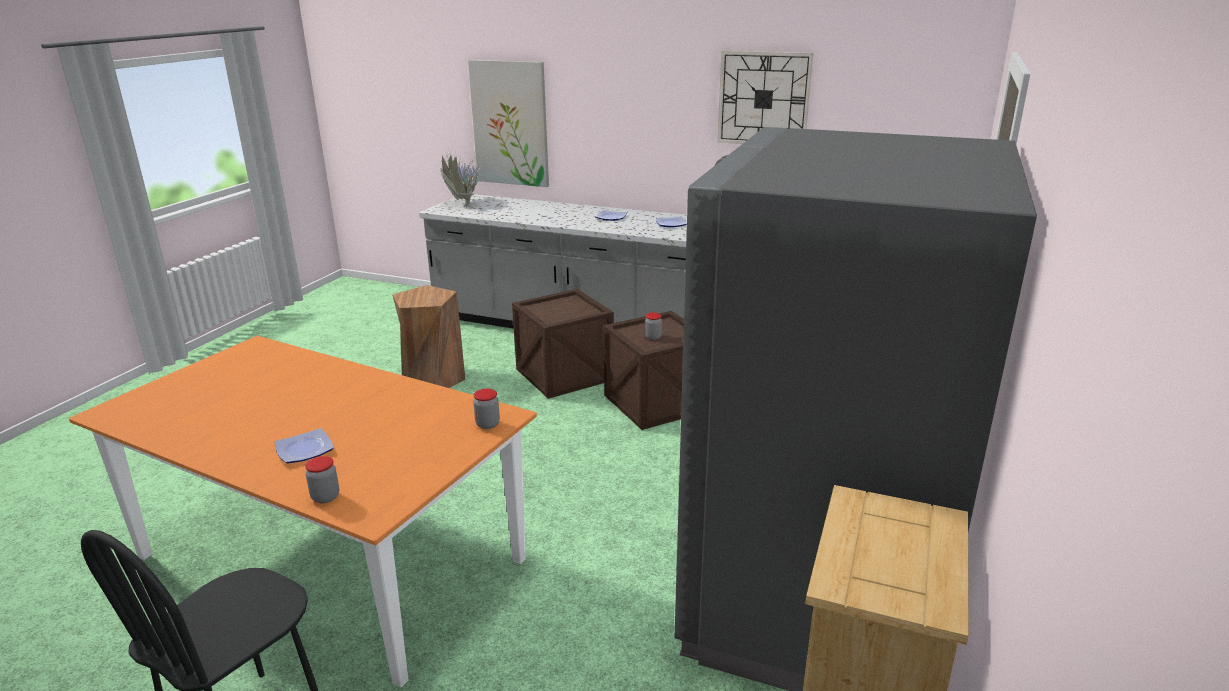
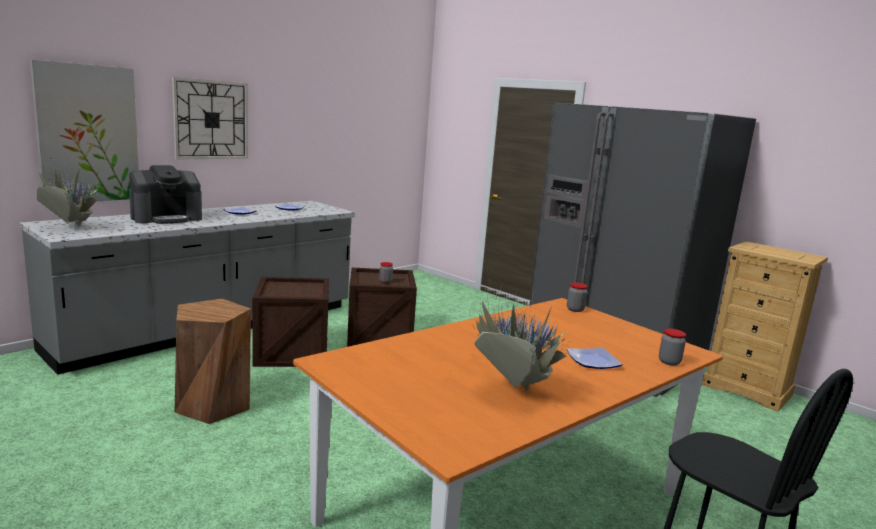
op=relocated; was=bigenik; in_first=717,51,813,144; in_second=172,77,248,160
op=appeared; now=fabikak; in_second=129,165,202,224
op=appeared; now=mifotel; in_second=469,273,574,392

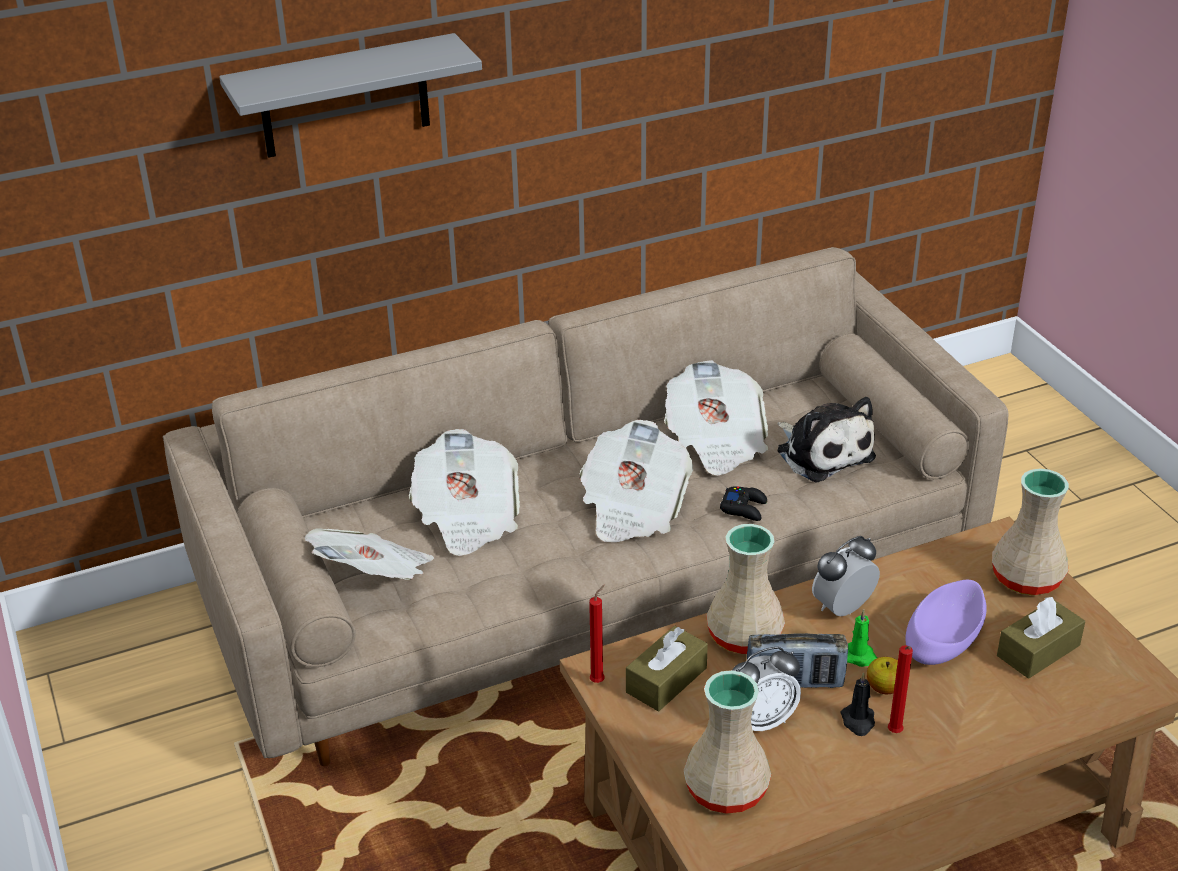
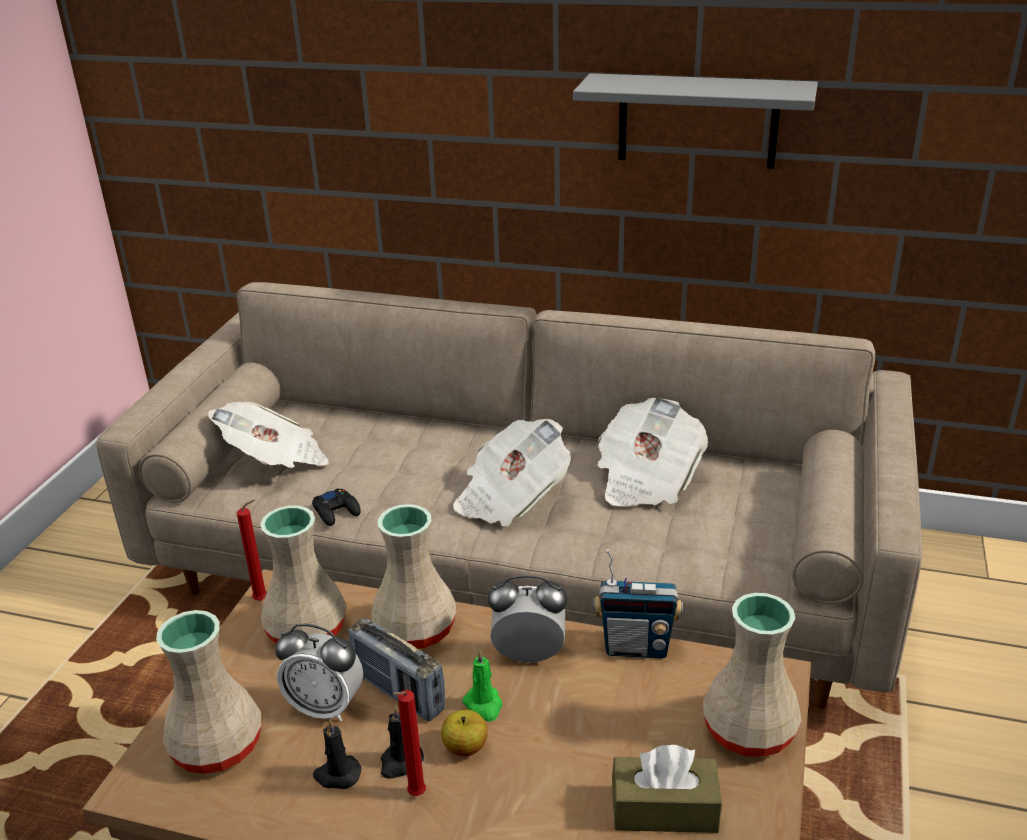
op=relocated; was=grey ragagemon; in_first=219,33,482,158; in_second=573,73,818,169
op=missing; was=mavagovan; in_first=409,429,520,556
op=exchanged; was=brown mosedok; now=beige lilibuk; in_first=626,626,708,711; in_second=260,506,347,644
op=relocated; was=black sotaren; in_first=720,486,767,521; in_second=312,488,361,526
op=missing; was=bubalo; in_first=777,397,876,483
op=missing; was=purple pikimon; in_first=905,580,987,665
op=appeared; now=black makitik; in_second=313,718,362,789
op=appeared; now=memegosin; in_second=593,549,683,658

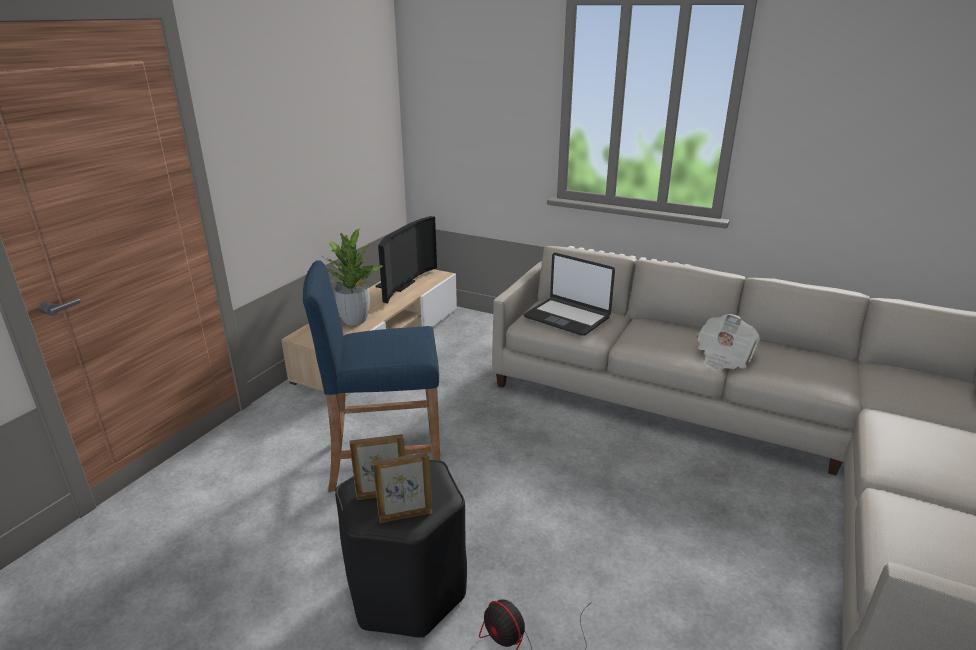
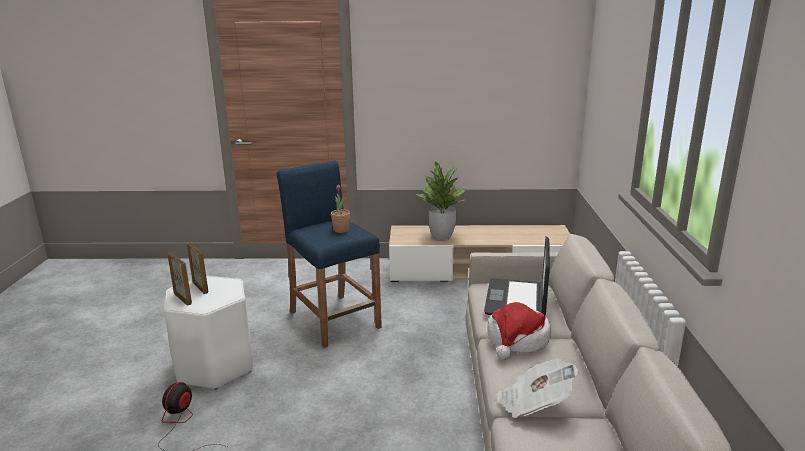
op=colour; was=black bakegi; now=white bakegi; in_first=335,460,467,638; in_second=164,276,253,390
op=missing; was=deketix; in_first=376,216,437,303
op=appeared; now=mifotel; in_second=331,184,350,233
op=appeared; now=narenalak; in_second=487,302,551,360

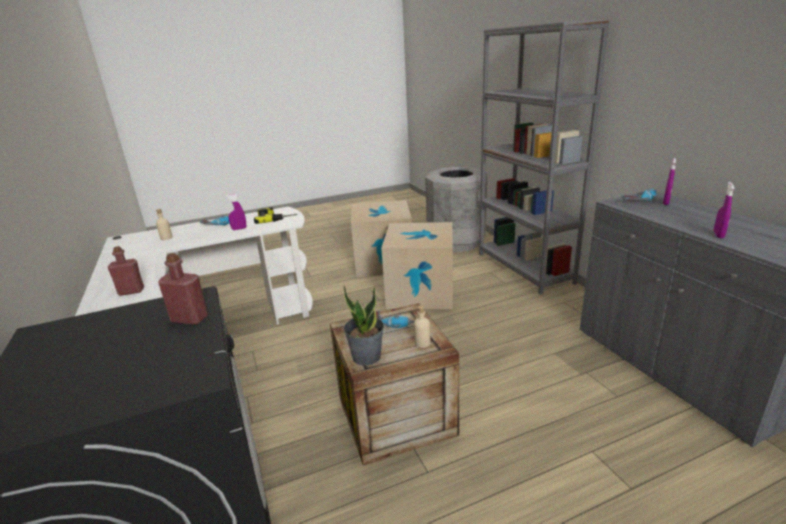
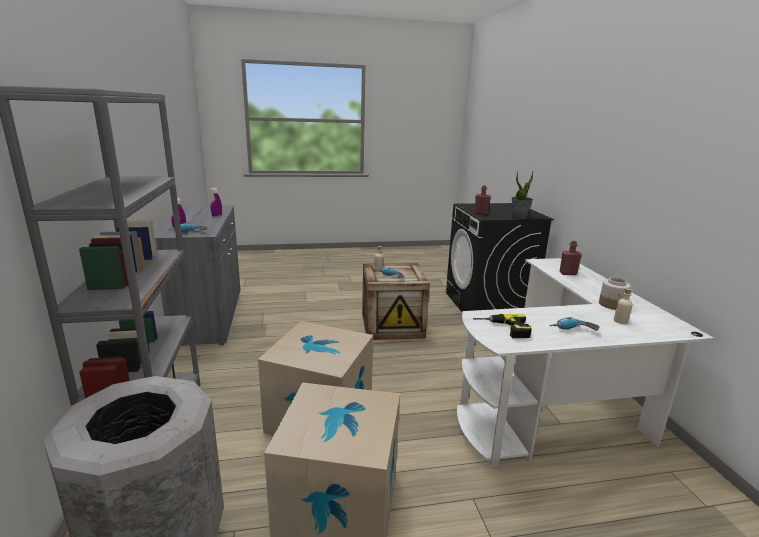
op=missing; was=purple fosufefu; in_first=226,194,246,230
op=relocated; was=mifotel; in_first=343,286,384,366; in_second=512,171,533,219
op=appeared; now=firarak; in_second=599,277,631,310

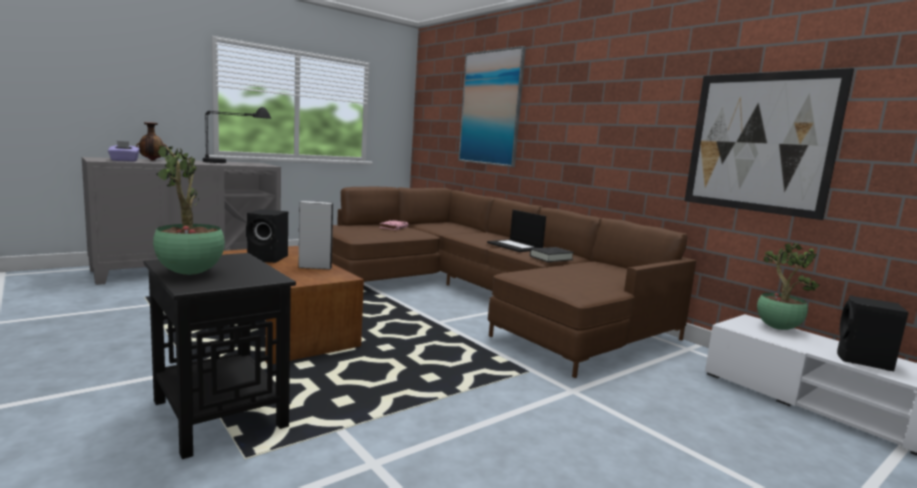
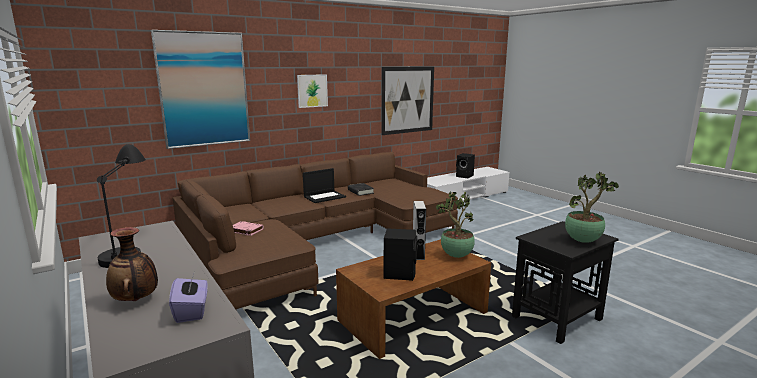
op=relocated; was=mifotel; in_first=757,243,820,330; in_second=436,191,475,258
op=appeared; now=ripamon; in_second=297,74,328,108

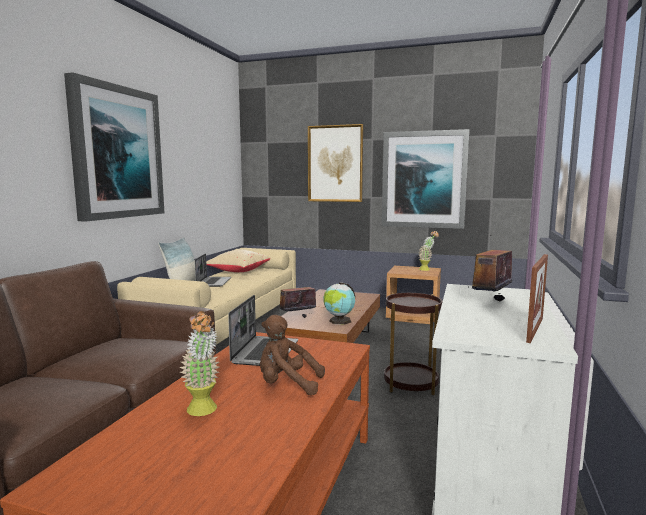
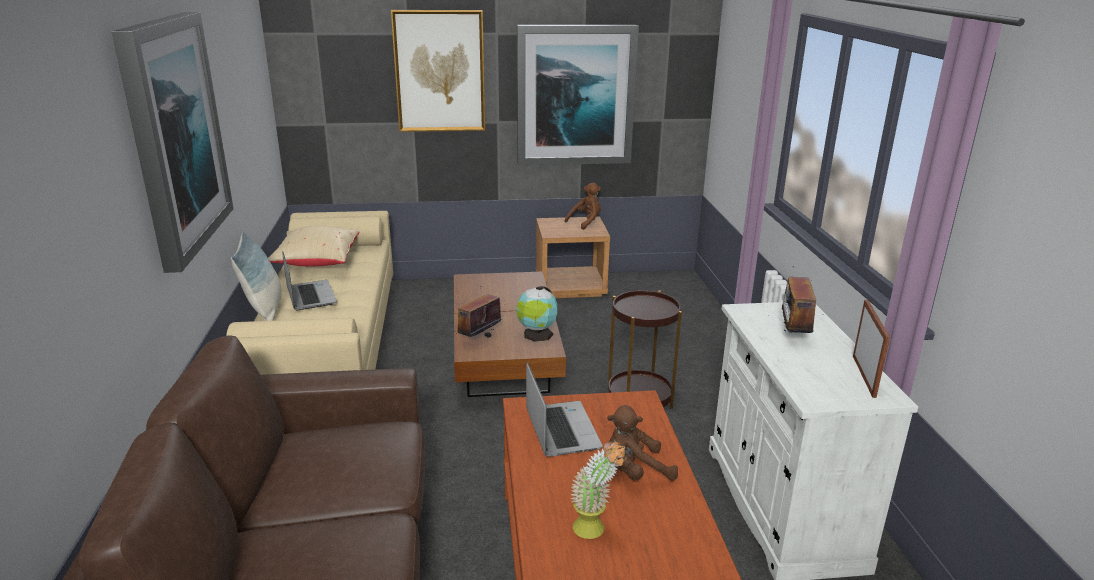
op=exchanged; was=mifotel; now=brown bubalo; in_first=419,231,439,271; in_second=565,183,601,230

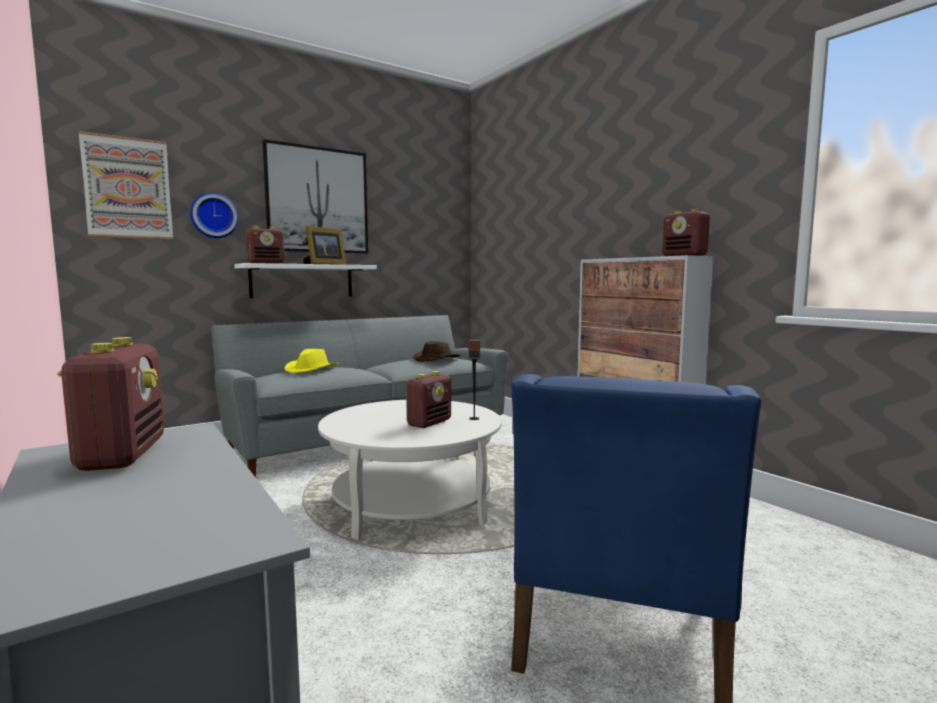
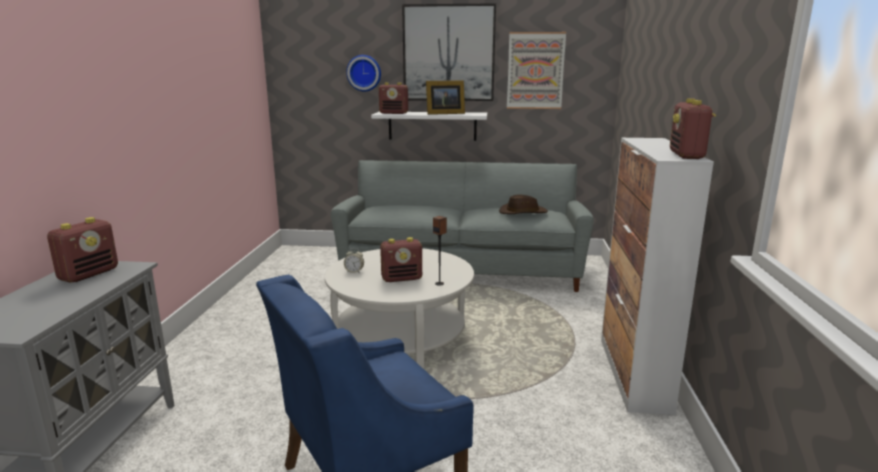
op=relocated; was=ripamon; in_first=79,131,173,239; in_second=507,32,566,109
op=missing; was=yellow narenalak; in_first=285,349,339,373
op=appeared; now=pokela; in_second=344,248,364,273

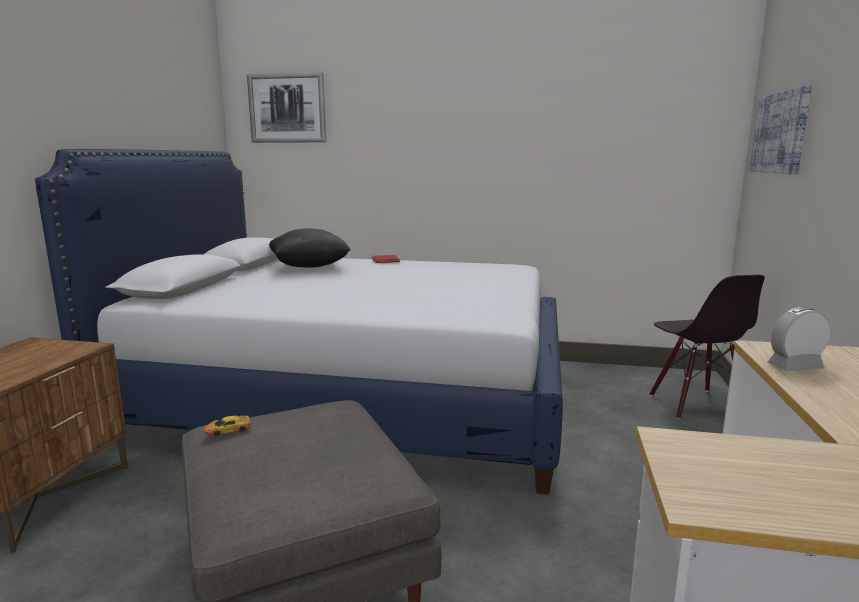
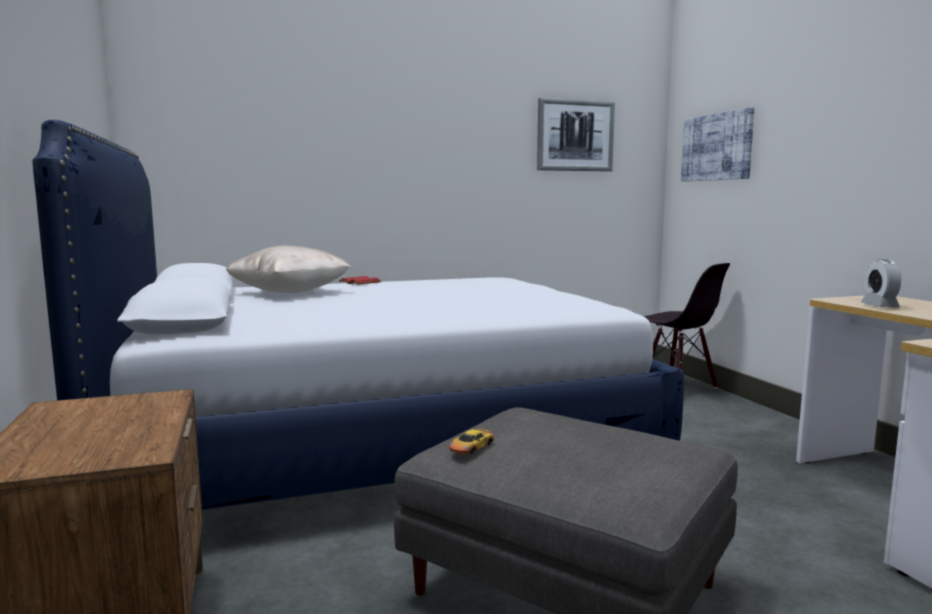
op=relocated; was=ripamon; in_first=247,72,326,143; in_second=537,98,615,172
op=colour; was=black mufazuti; now=beige mufazuti; in_first=269,228,351,268; in_second=226,246,351,293
op=spun; was=pokela; in_first=767,307,830,371; in_second=861,259,901,307; clockwise=-45

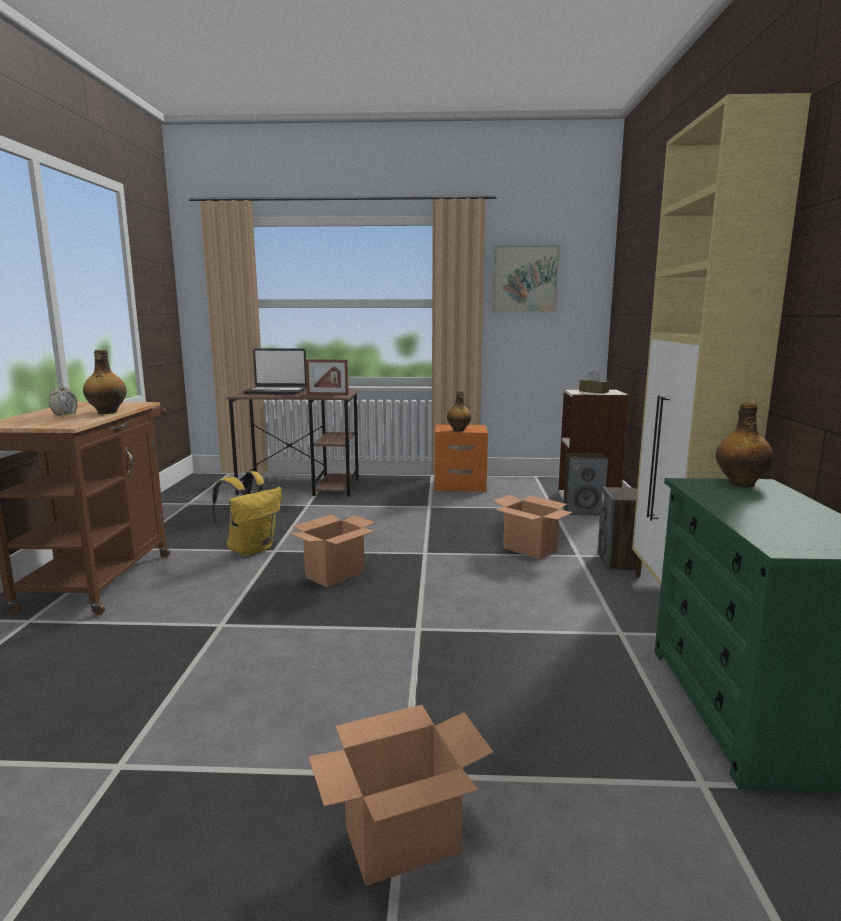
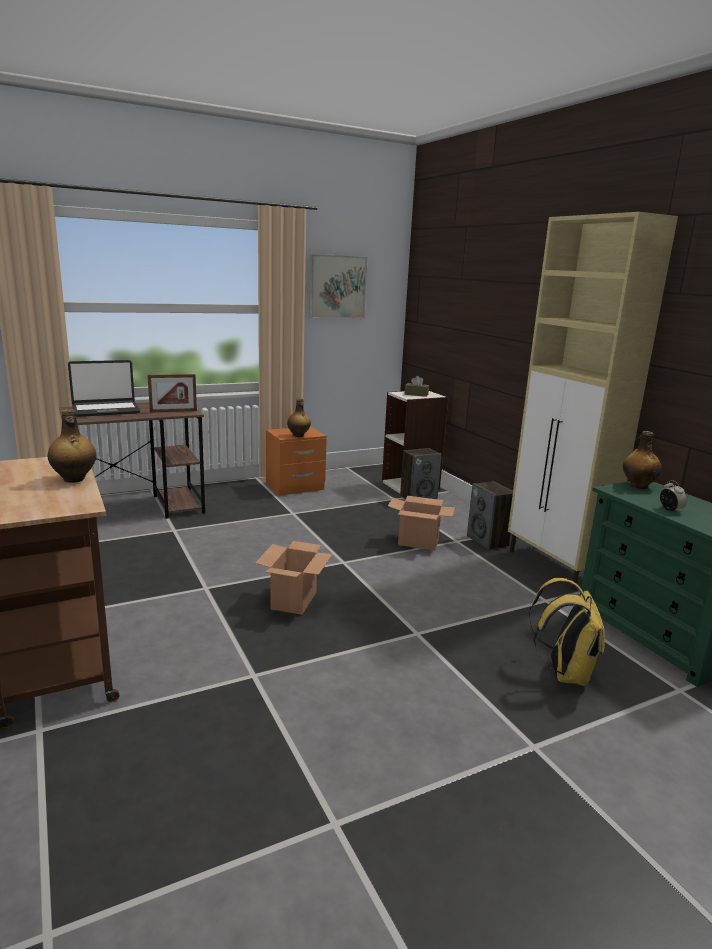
op=relocated; was=pokela; in_first=49,383,77,416; in_second=660,480,687,512
op=relocated; was=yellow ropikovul; in_first=212,471,282,556; in_second=529,578,605,686
op=missing; was=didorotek; in_first=309,705,494,886

